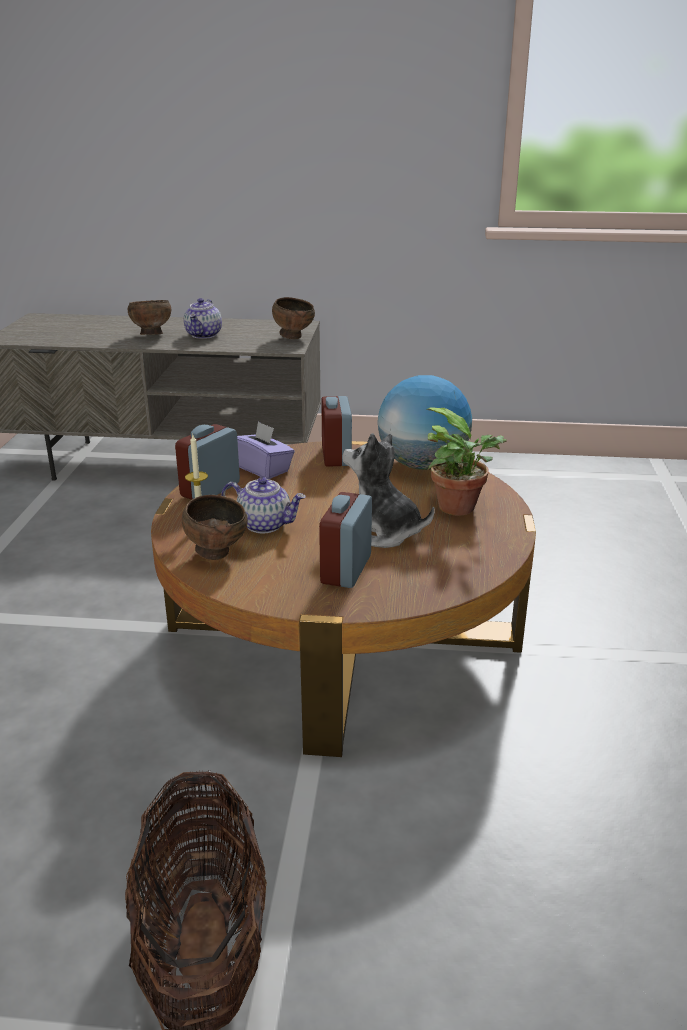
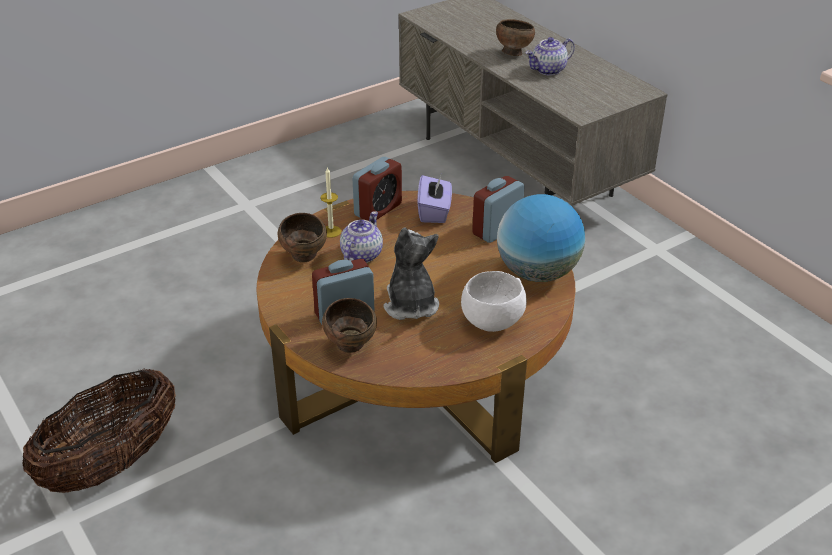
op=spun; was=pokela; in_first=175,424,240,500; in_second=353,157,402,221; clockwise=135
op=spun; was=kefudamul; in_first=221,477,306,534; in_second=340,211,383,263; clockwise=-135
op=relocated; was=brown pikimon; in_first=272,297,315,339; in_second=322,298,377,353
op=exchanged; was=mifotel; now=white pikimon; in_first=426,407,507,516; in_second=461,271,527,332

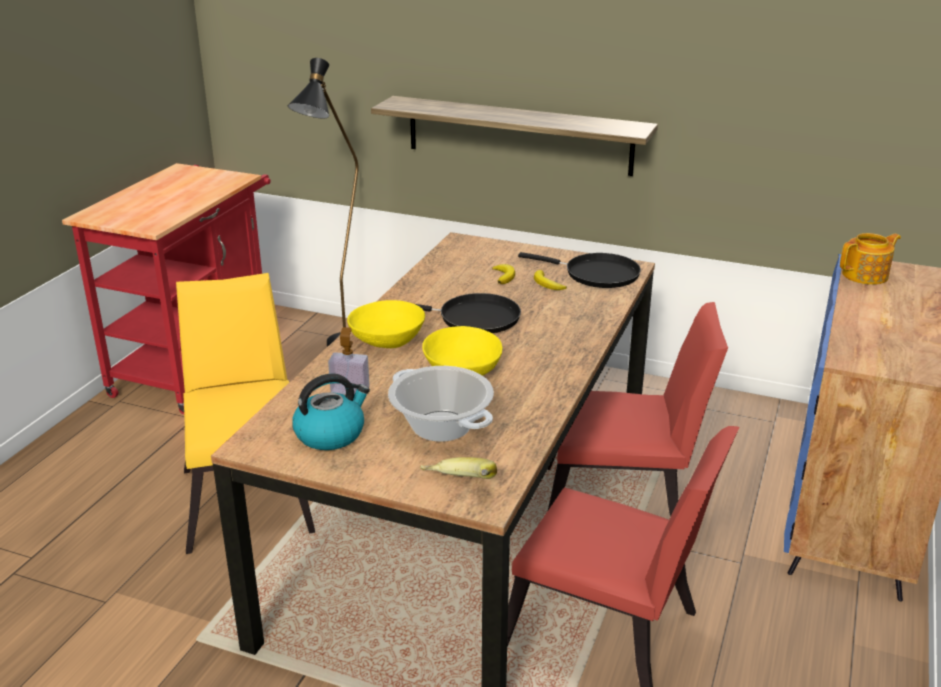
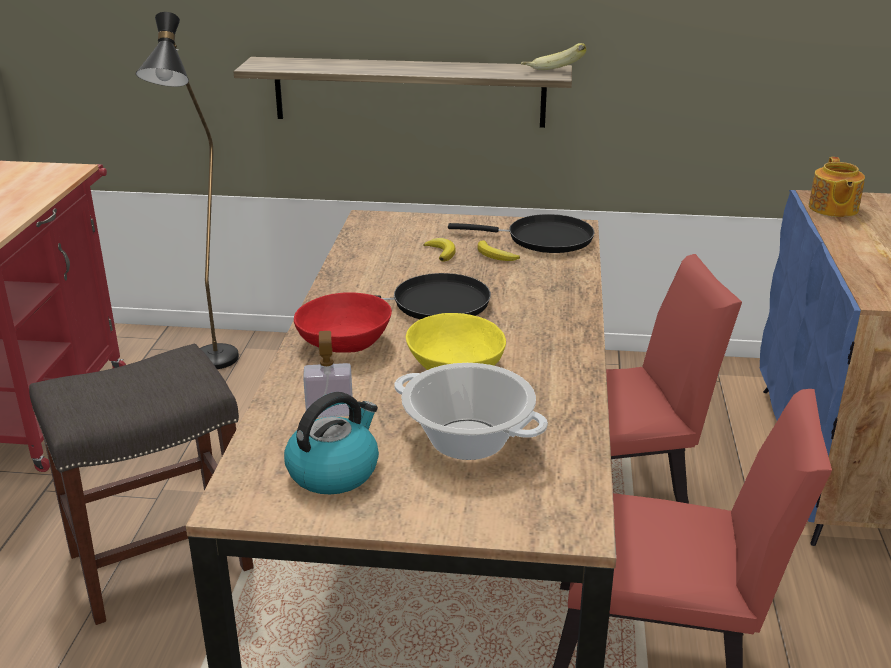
op=exchanged; was=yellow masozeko; now=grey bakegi; in_first=176,273,315,554; in_second=29,344,253,625
op=colour; was=yellow pikimon; now=red pikimon; in_first=347,300,425,348; in_second=294,292,392,353
op=relocated; was=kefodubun; in_first=420,457,497,479; in_second=521,43,587,70
op=spun; was=kefudamul; in_first=840,233,901,285; in_second=809,157,865,217; clockwise=135

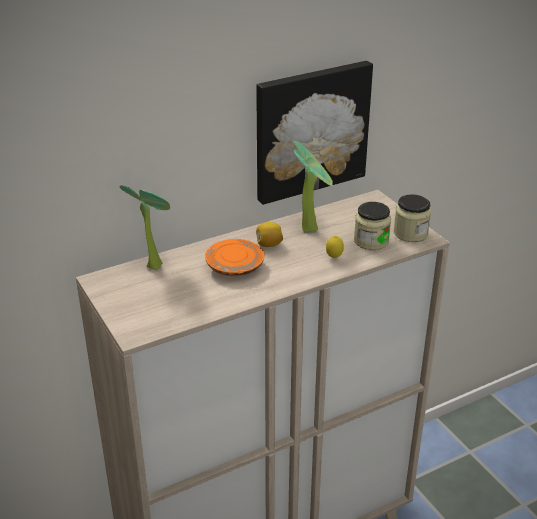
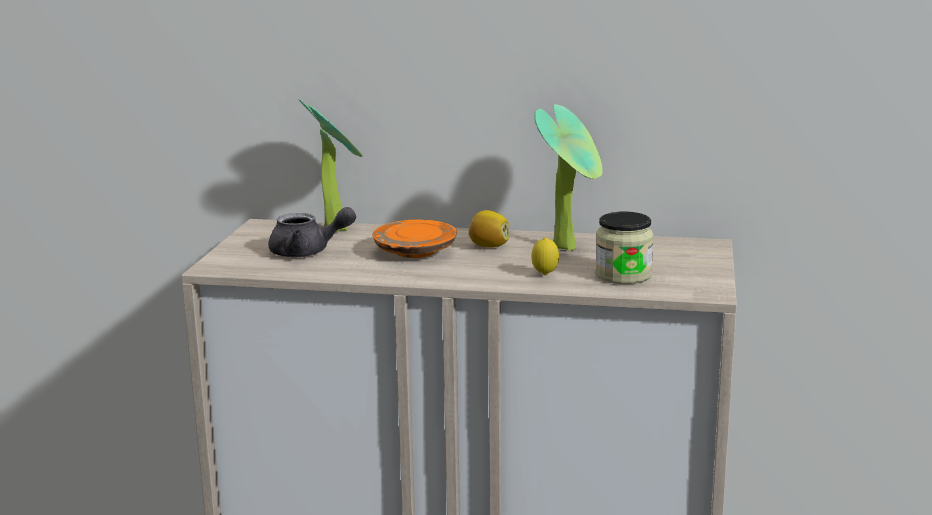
op=missing; was=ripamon; in_first=256,61,373,205
op=missing; was=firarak; in_first=394,194,431,242
op=appeared; now=grey kefudamul; in_second=268,207,356,257

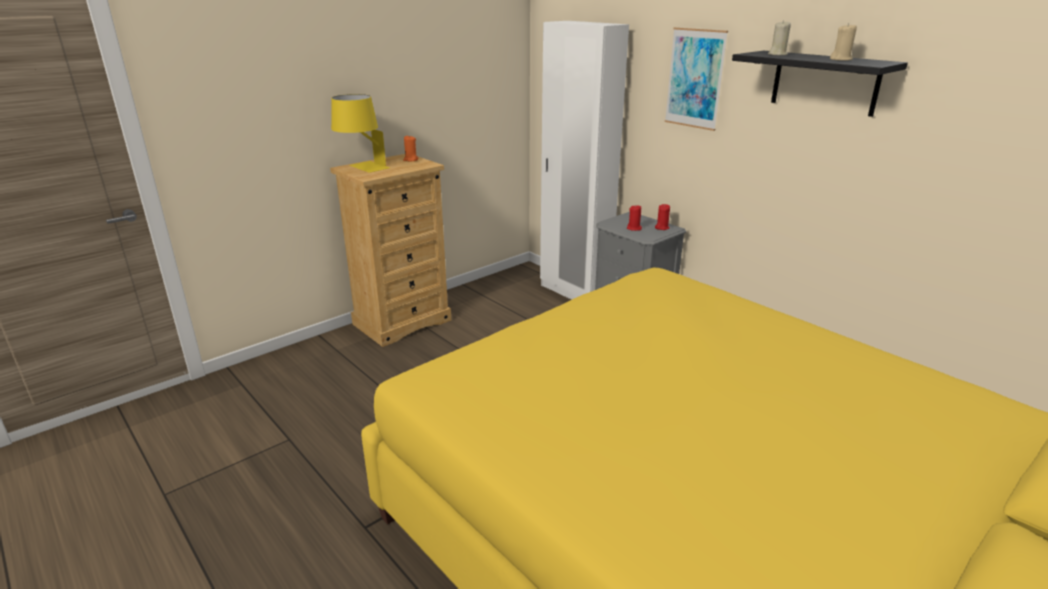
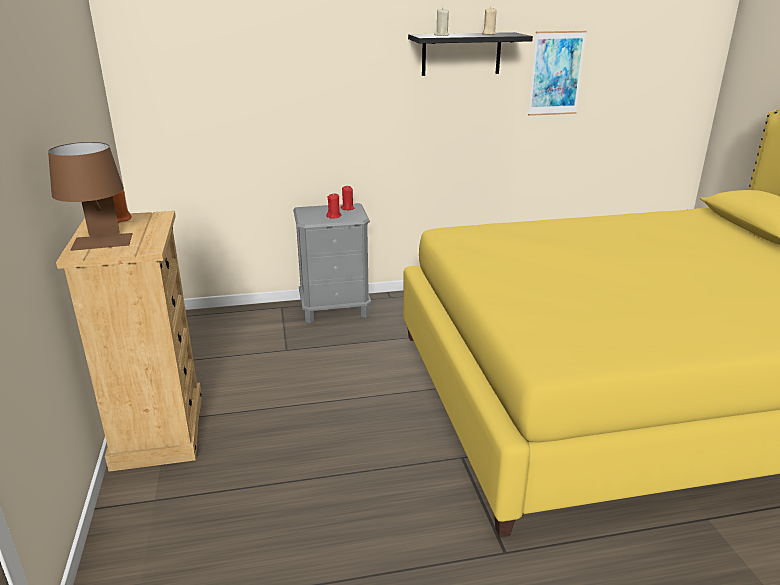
op=colour; was=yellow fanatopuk; now=brown fanatopuk; in_first=331,94,390,173; in_second=48,142,133,251
op=missing; was=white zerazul; in_first=540,21,629,300
op=relocated; was=ripamon; in_first=665,27,728,131; in_second=528,31,587,116

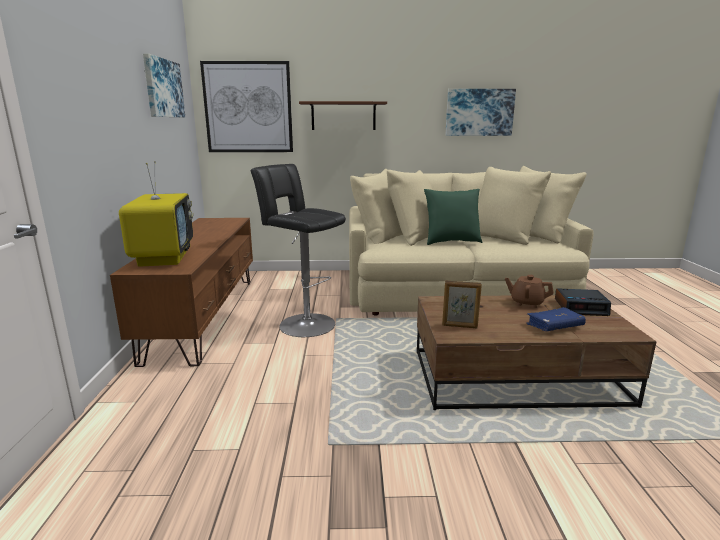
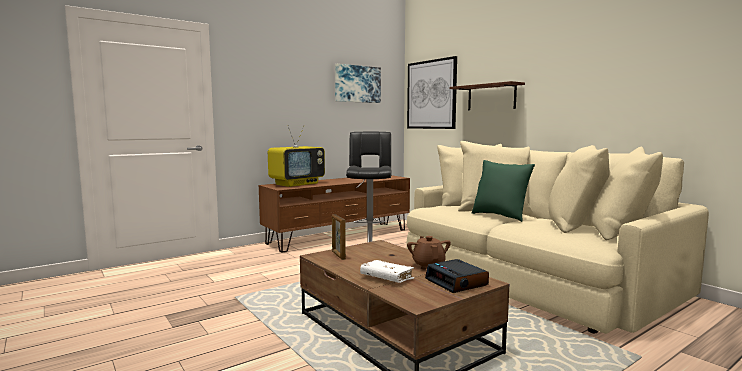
op=missing; was=ripamon; in_first=446,89,516,136
op=colour; was=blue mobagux; now=white mobagux; in_first=526,307,586,331; in_second=360,260,414,283

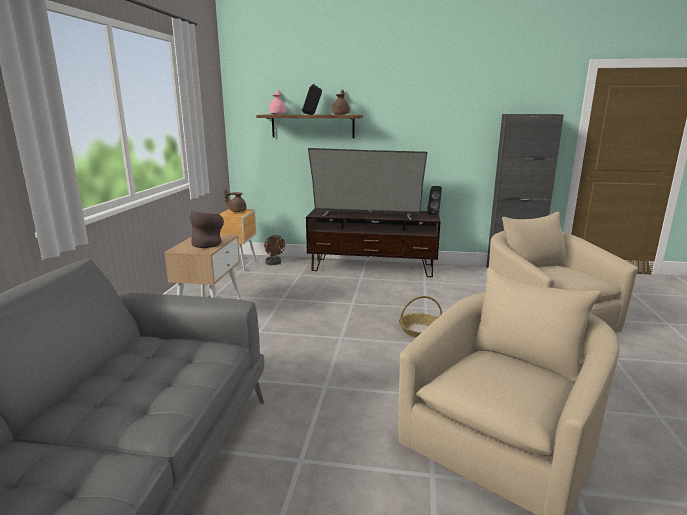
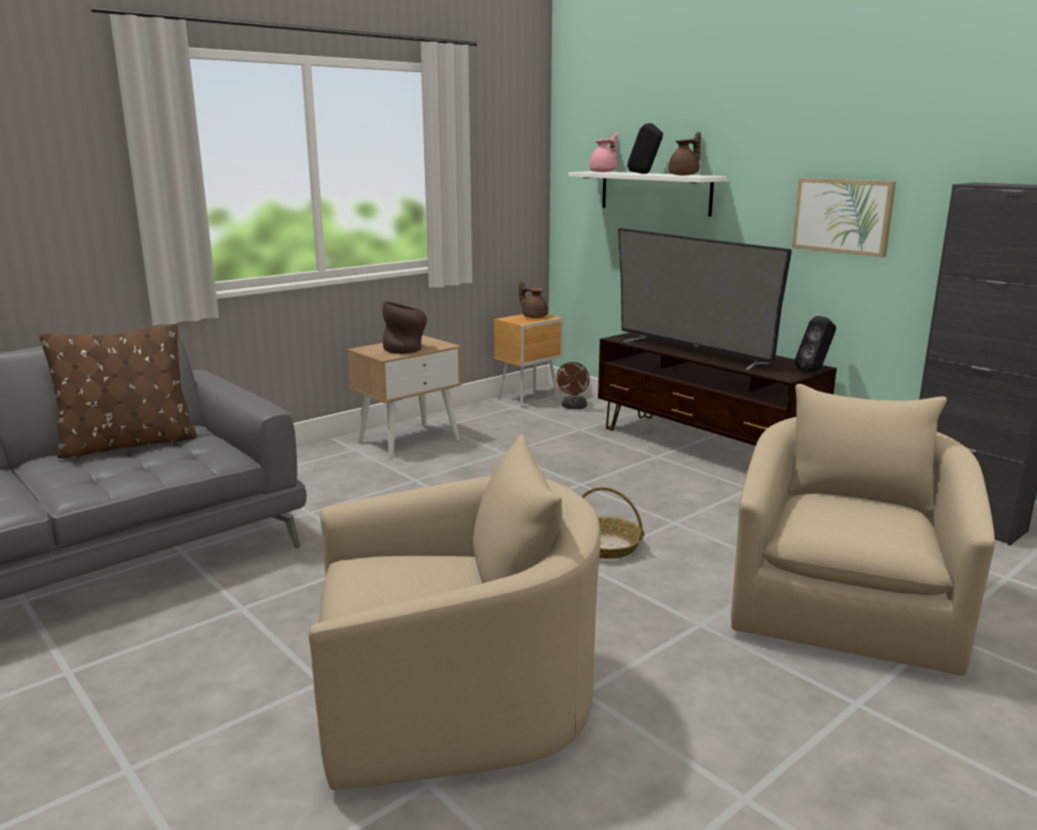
op=colour; was=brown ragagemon; now=white ragagemon; in_first=256,115,363,138; in_second=569,171,727,217
op=appeared; now=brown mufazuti; in_second=40,324,197,458
op=appeared; now=ripamon; in_second=792,178,896,257

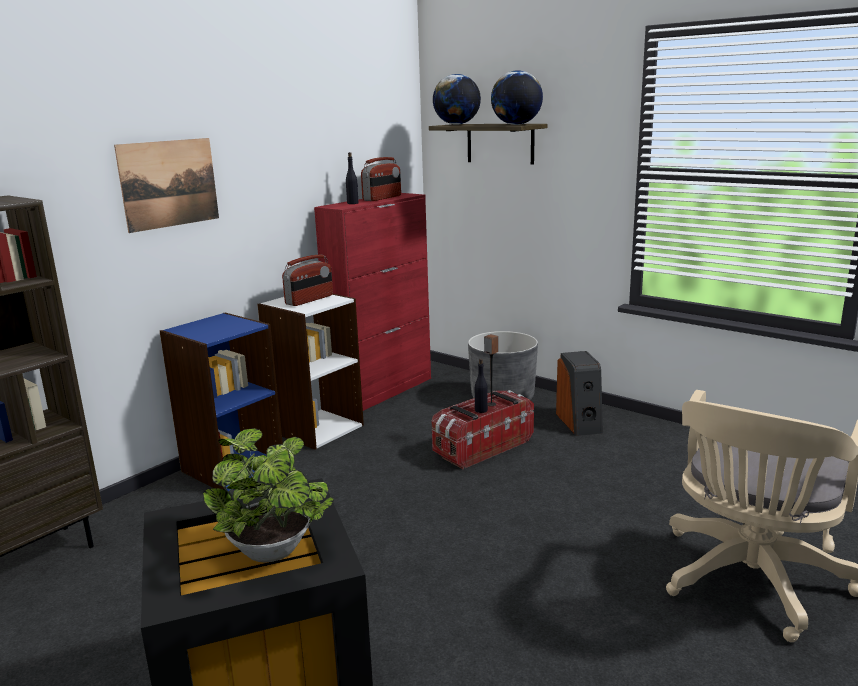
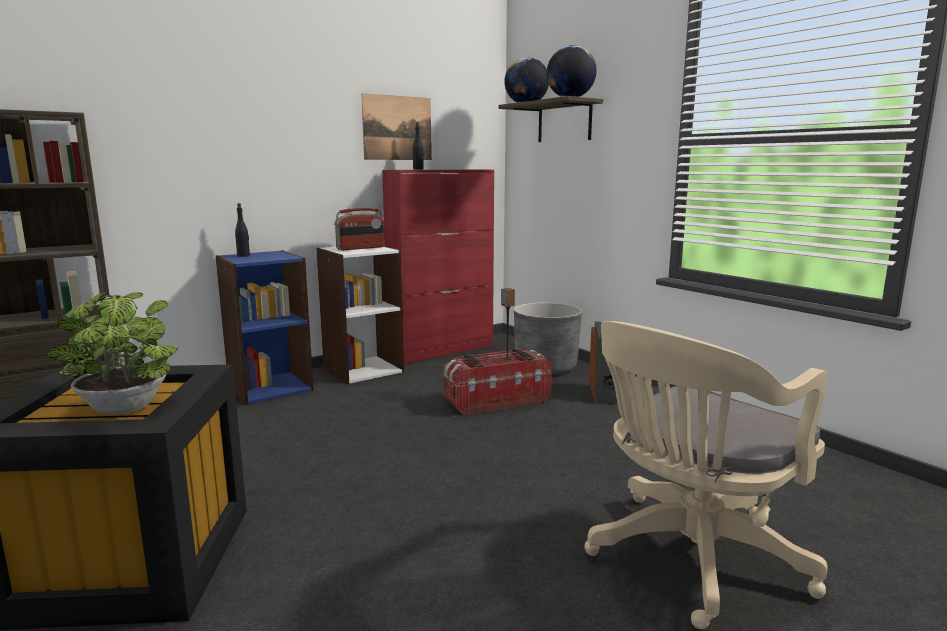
op=relocated; was=ripamon; in_first=114,138,219,233; in_second=361,93,432,160
op=missing; was=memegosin; in_first=361,157,401,201
op=relocated; was=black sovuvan; in_first=475,359,488,413; in_second=235,203,250,257

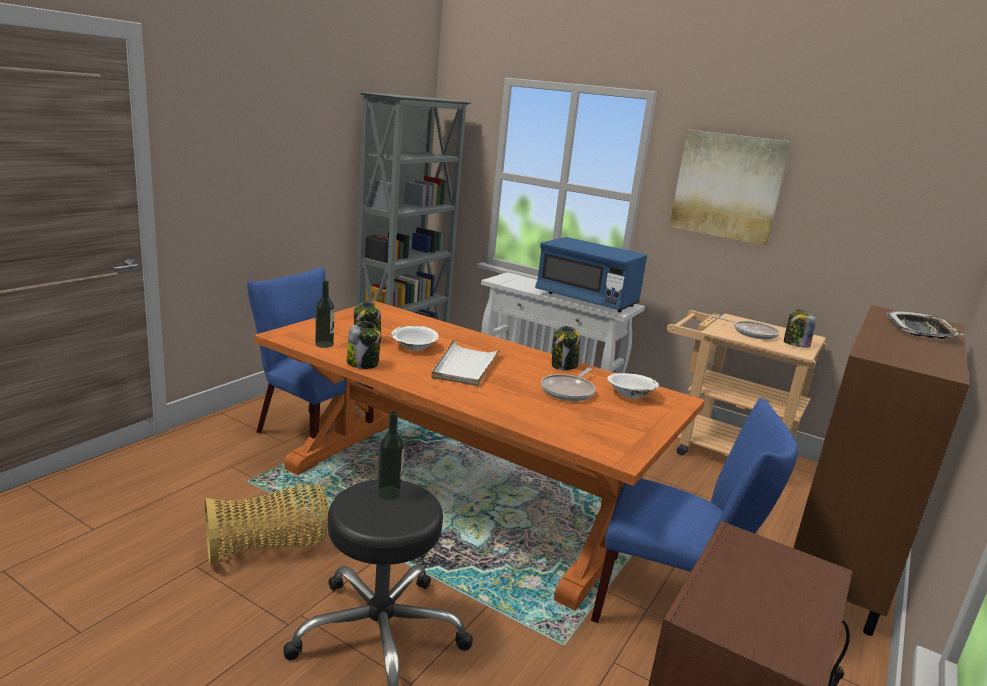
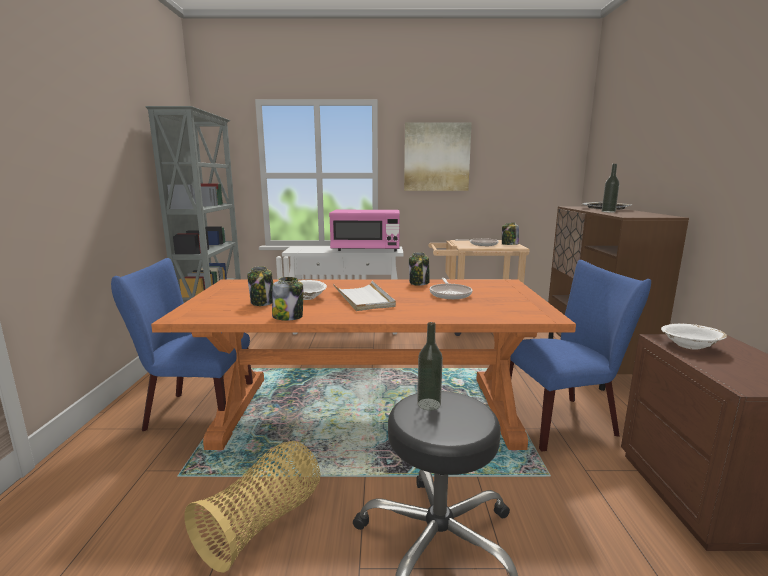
op=relocated; was=sovuvan; in_first=315,280,335,348; in_second=602,164,620,212
op=colour; was=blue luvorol; now=pink luvorol; in_first=535,237,647,312; in_second=329,210,400,251
op=relocated; was=white pikimon; in_first=607,373,659,399; in_second=661,324,727,350

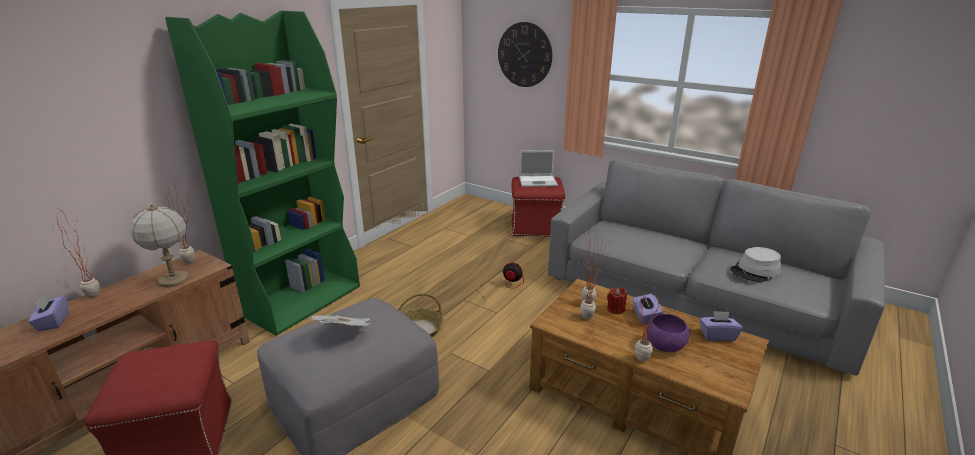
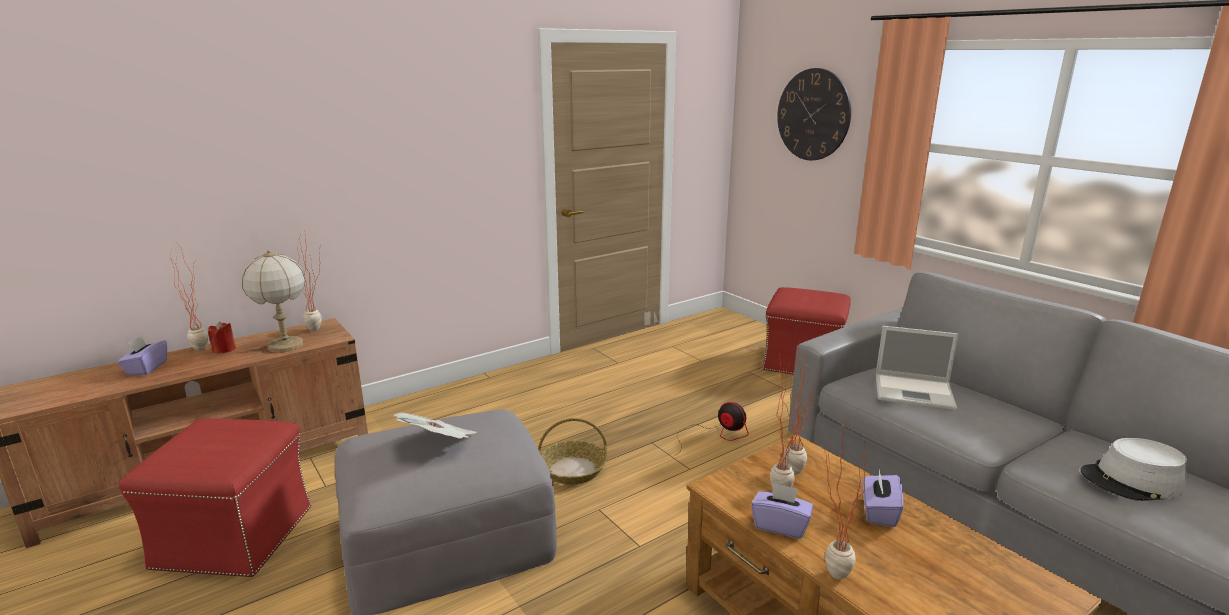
op=missing; was=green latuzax; in_first=165,11,360,336
op=relocated; was=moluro; in_first=519,150,558,187; in_second=876,326,959,410
op=relocated; was=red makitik; in_first=607,288,627,314; in_second=208,321,236,353
op=missing; was=purple pikimon; in_first=646,314,690,352
op=relocated; was=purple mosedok; in_first=699,311,743,341; in_second=751,482,813,539

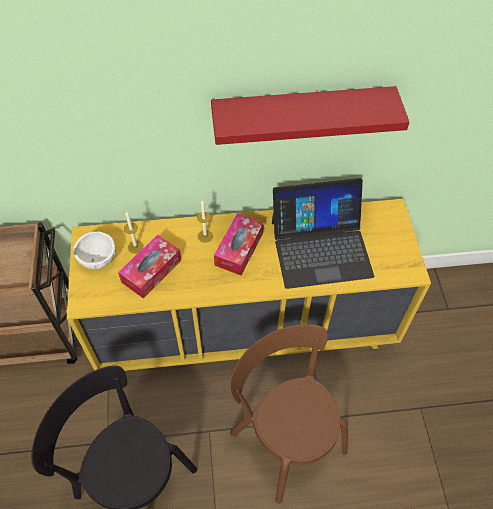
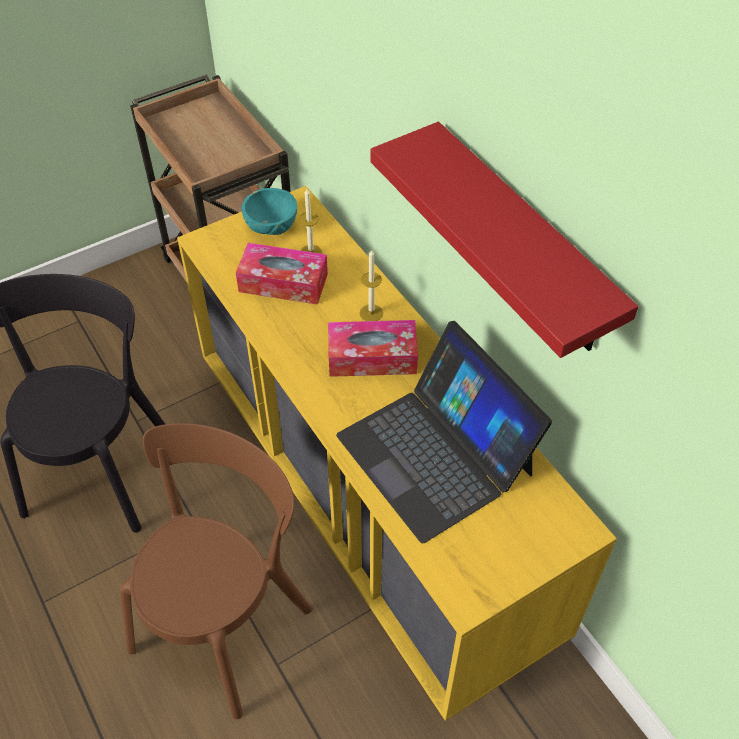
op=colour; was=white pikimon; now=turquoise pikimon; in_first=73,232,116,269; in_second=241,188,297,235

